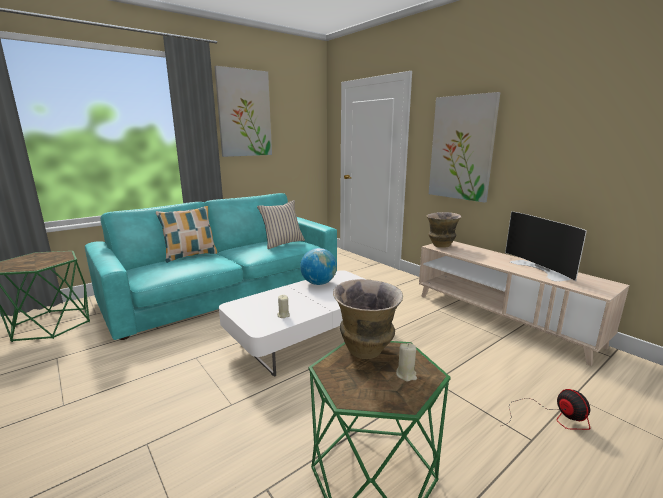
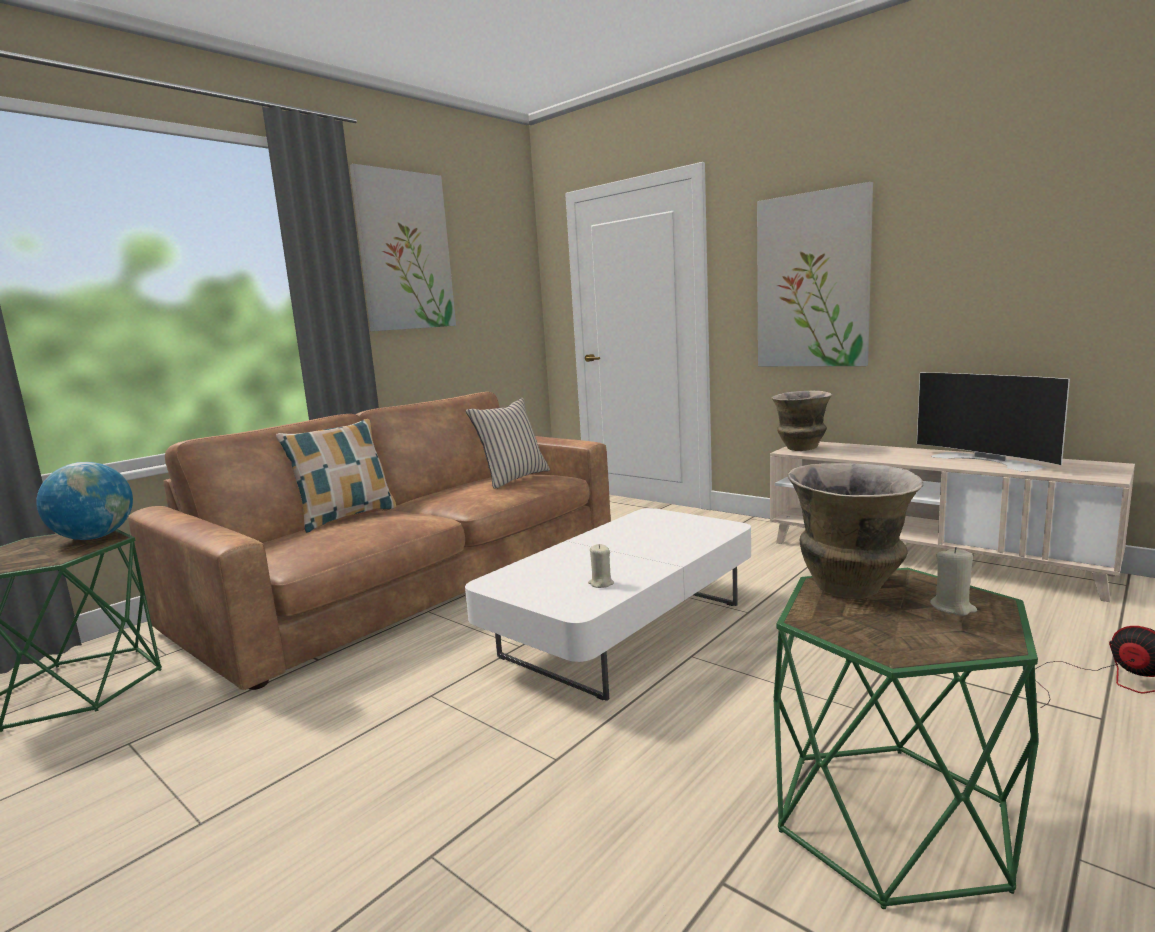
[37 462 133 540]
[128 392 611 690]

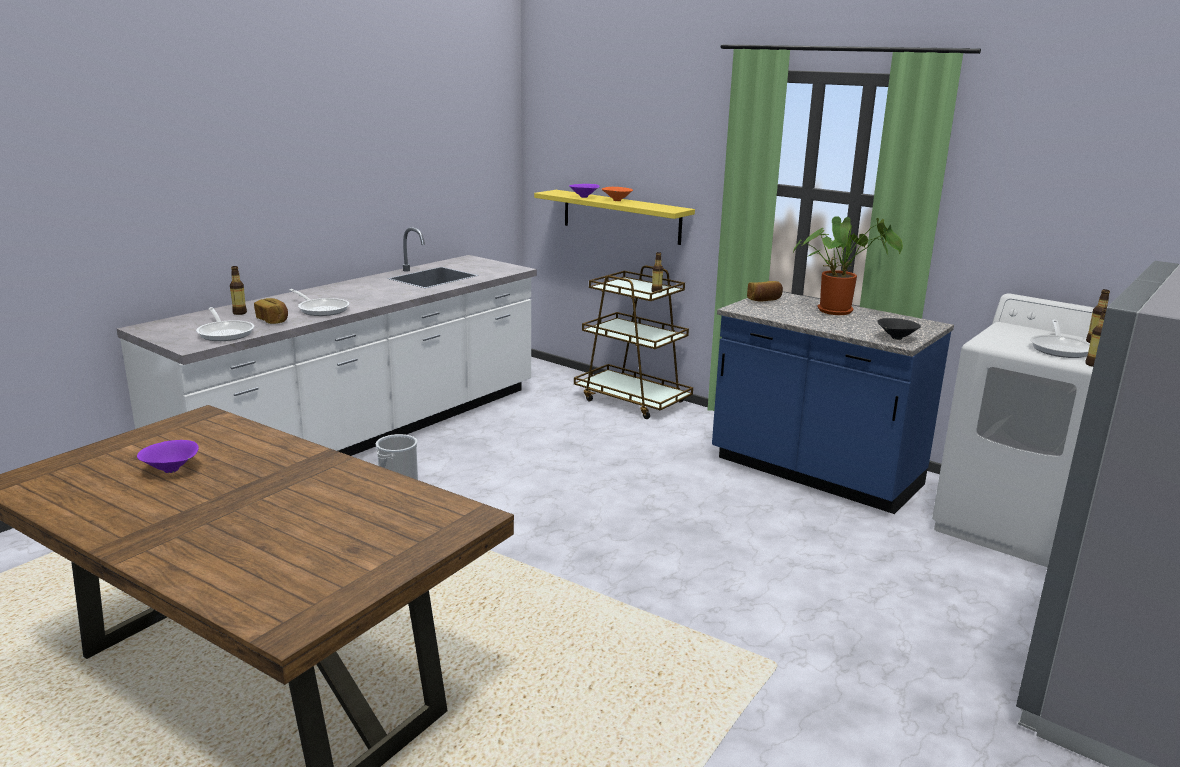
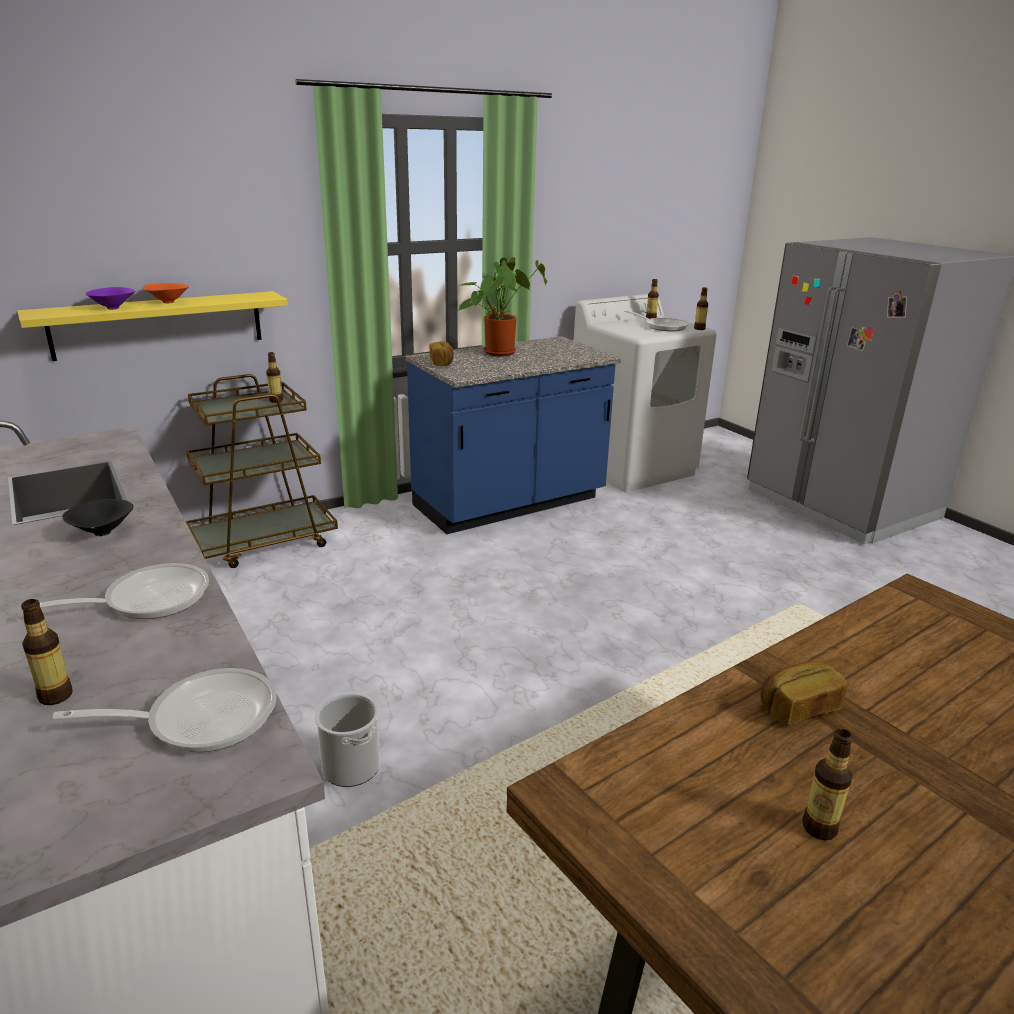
[62 499 133 536]
[760 661 847 726]
[803 729 853 840]

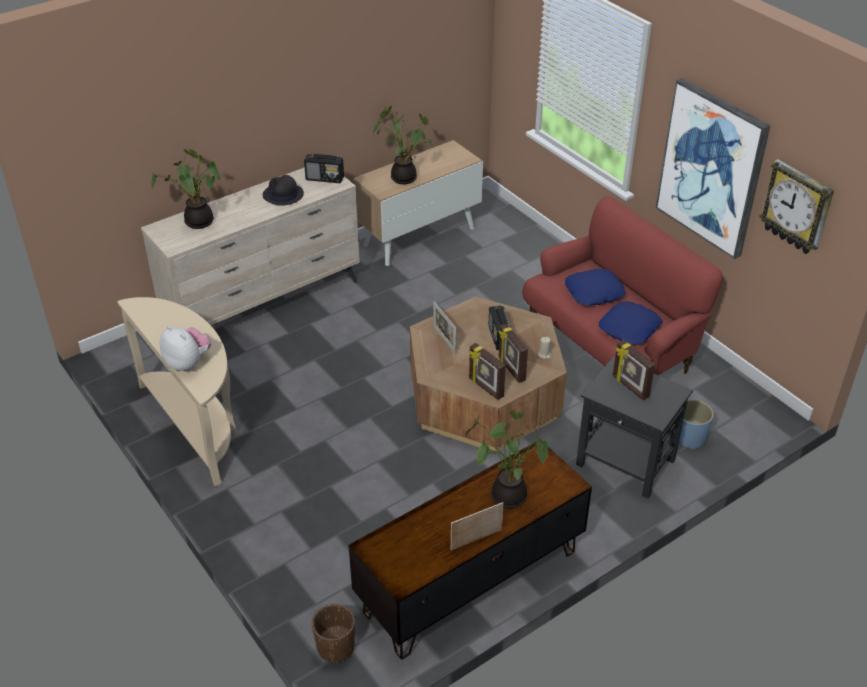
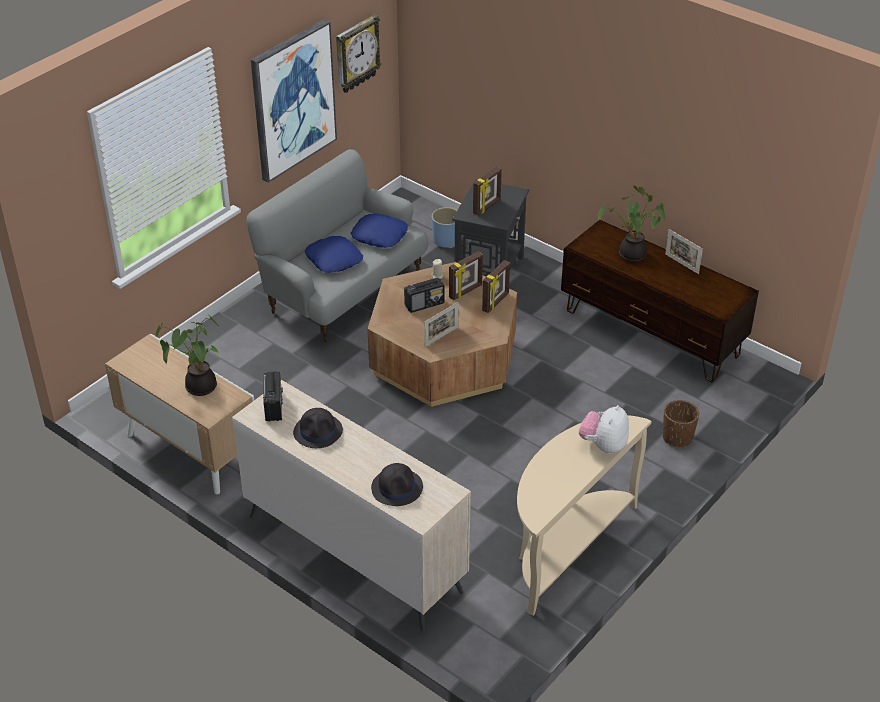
[246 149 429 343]
[371 463 423 506]
[663 400 699 447]

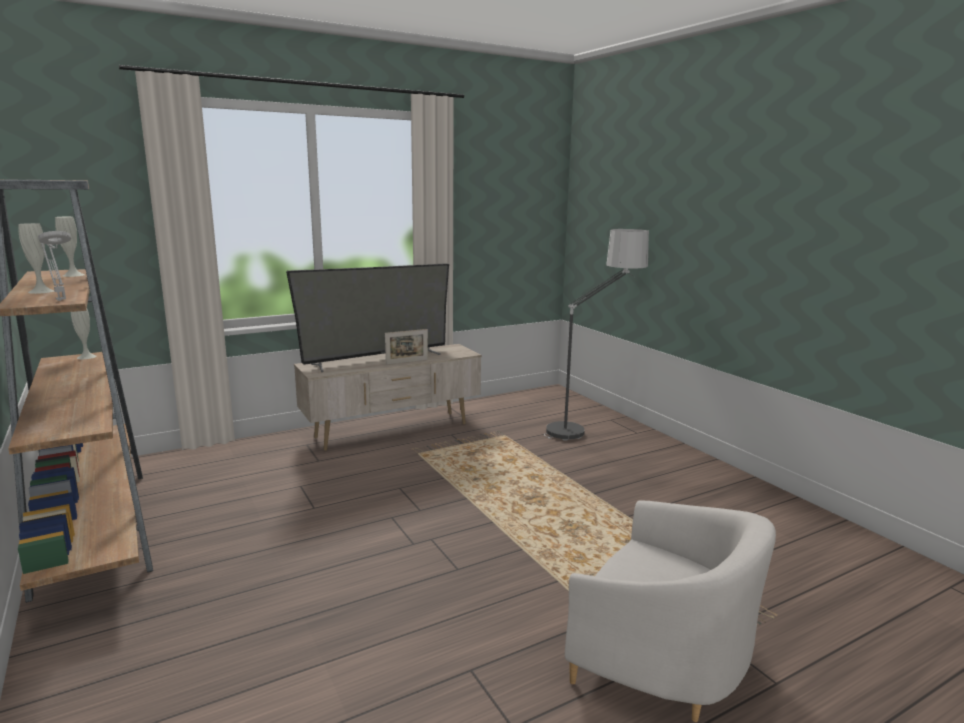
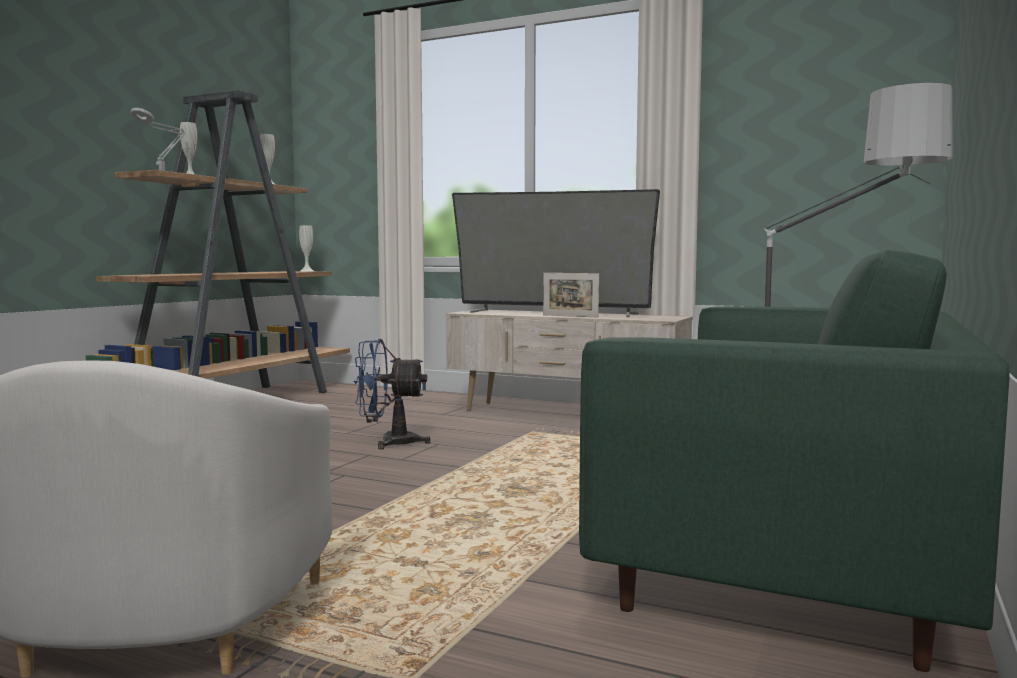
[354 339 431 450]
[579 250 1010 672]

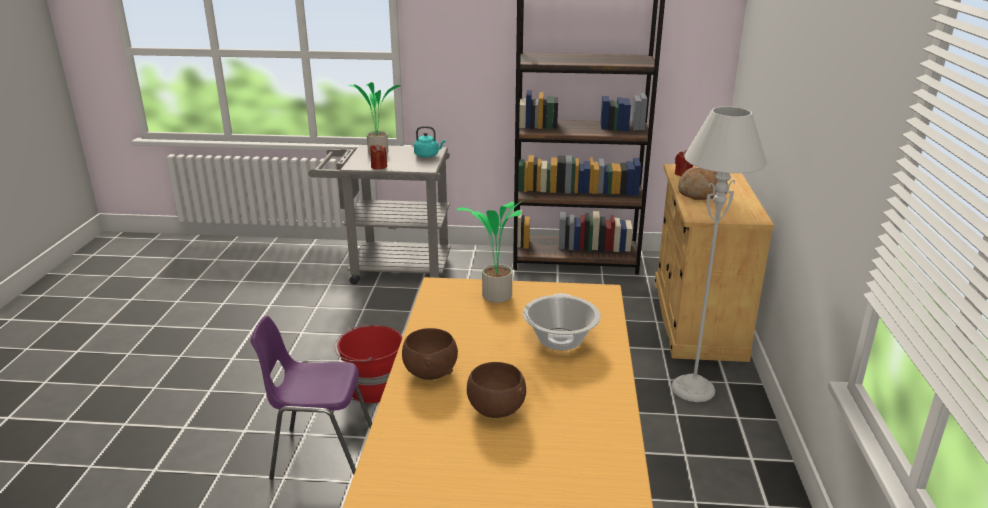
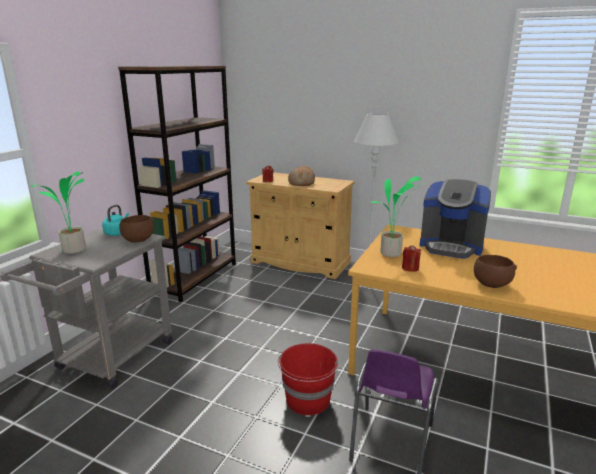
[119 215 154 242]
[402 245 421 272]
[420 179 491 259]

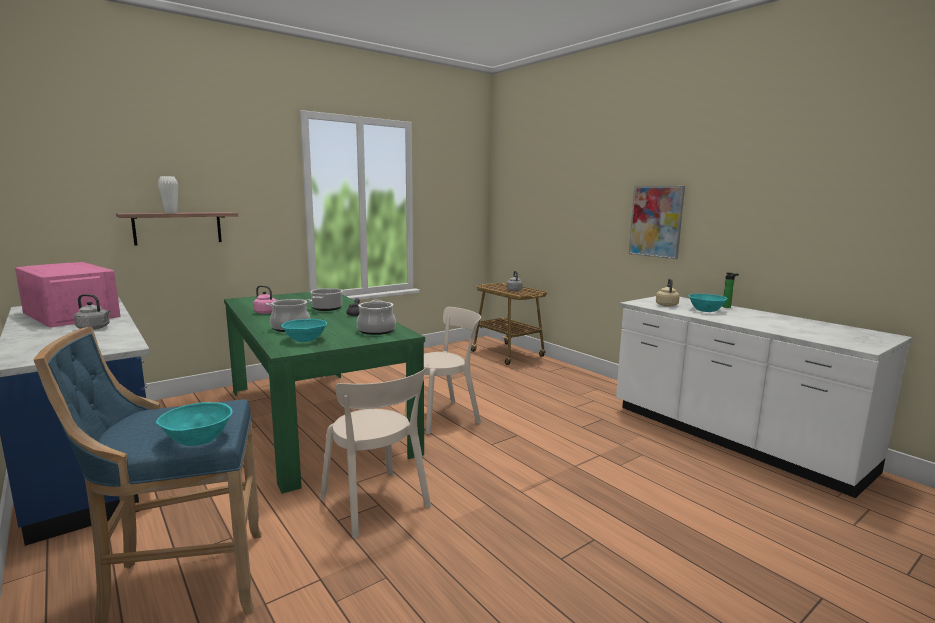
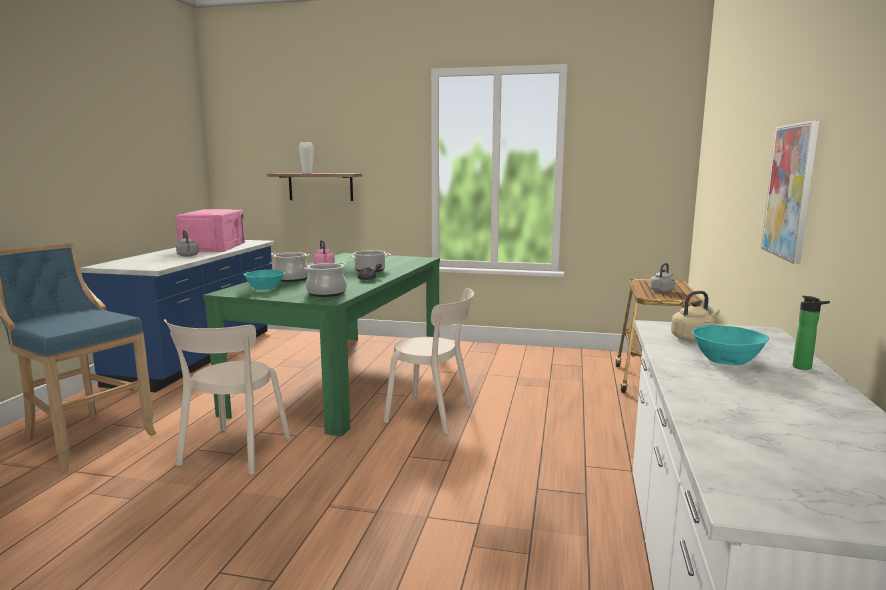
[156 402 233 446] (first image)

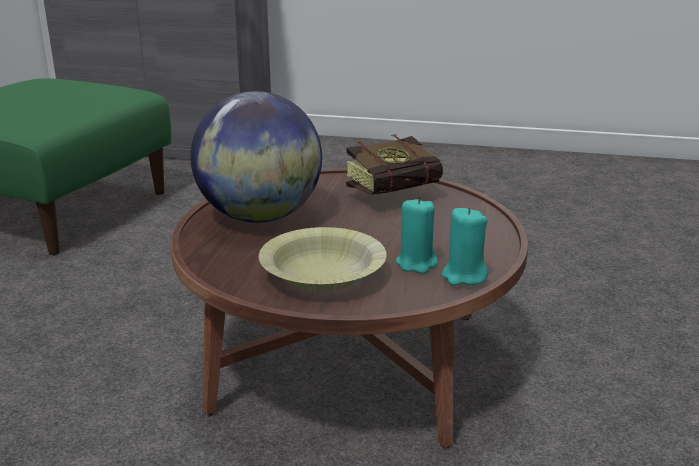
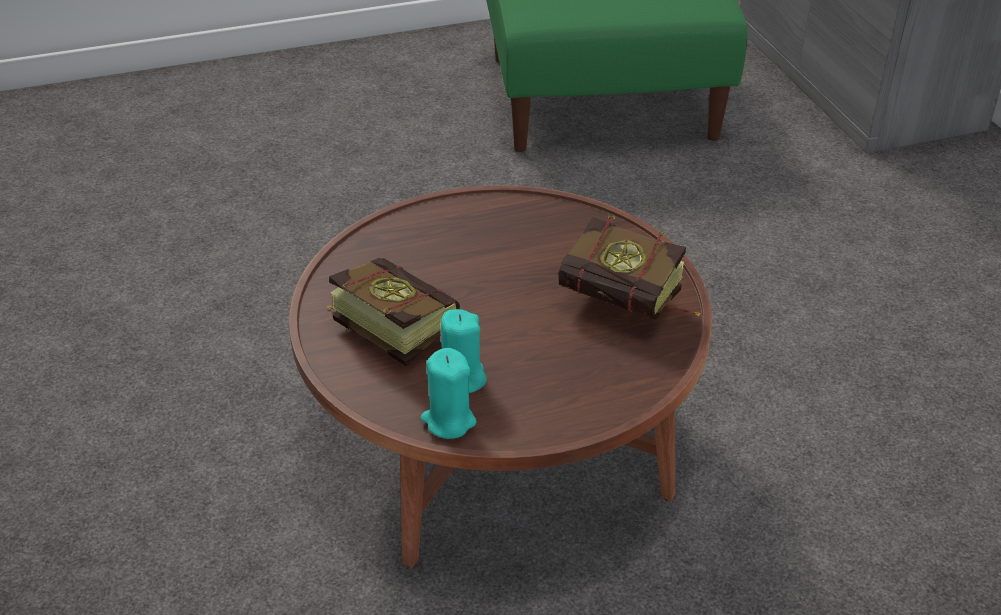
[327 258 460 367]
[190 91 322 223] (first image)

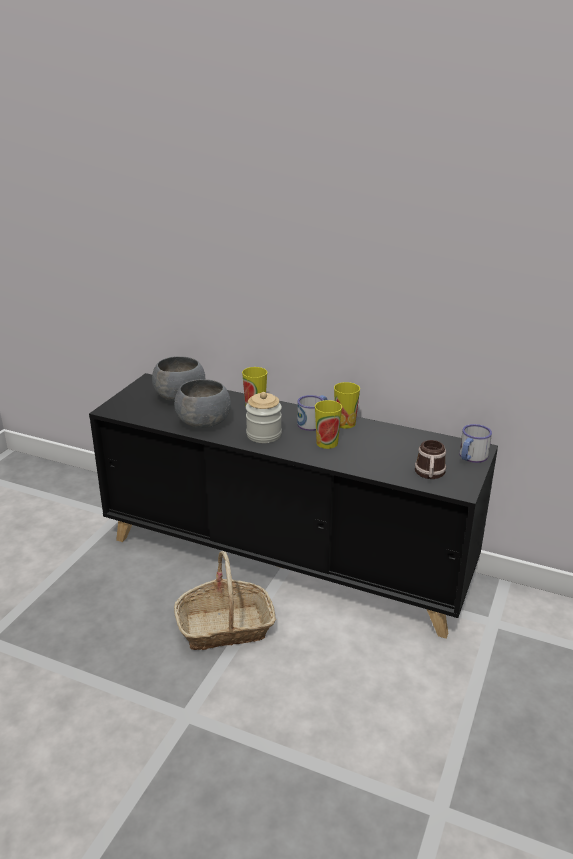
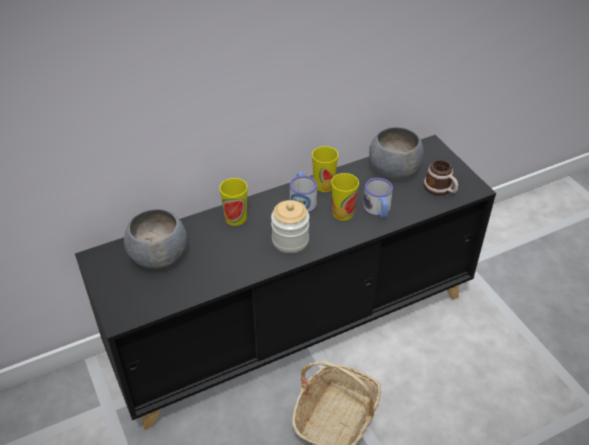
[363 178 393 218]
[369 127 424 178]

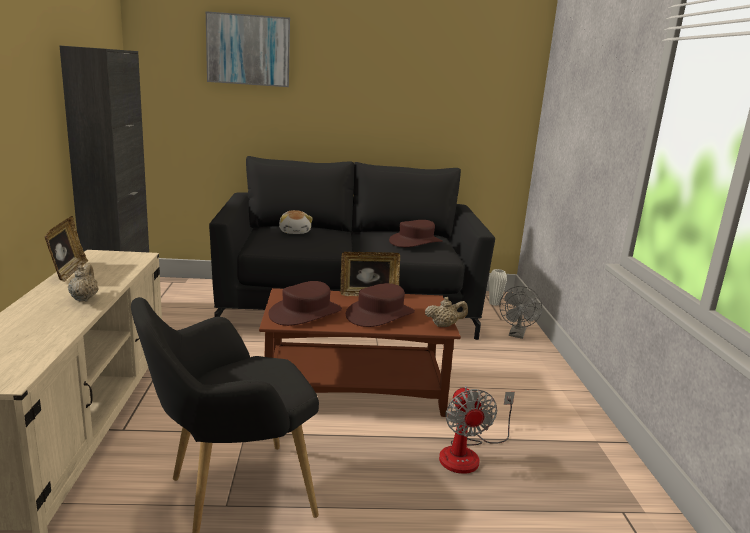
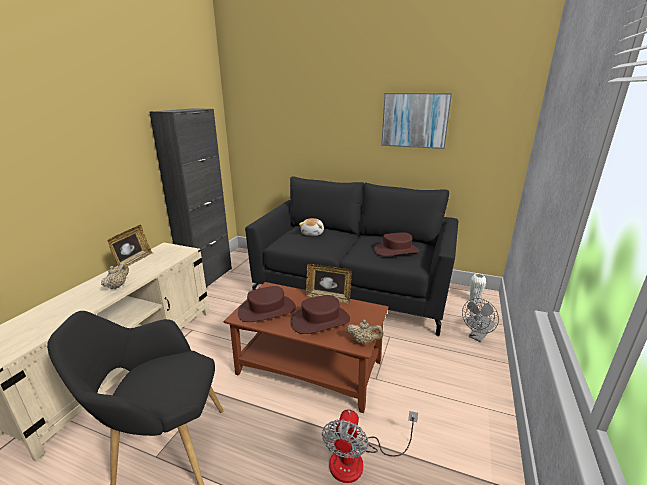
[381 93 452 149]

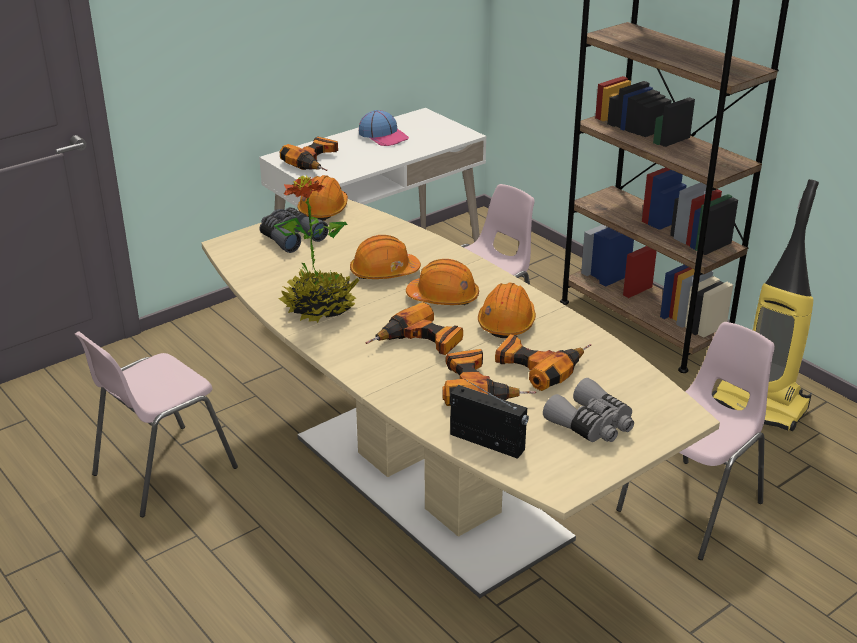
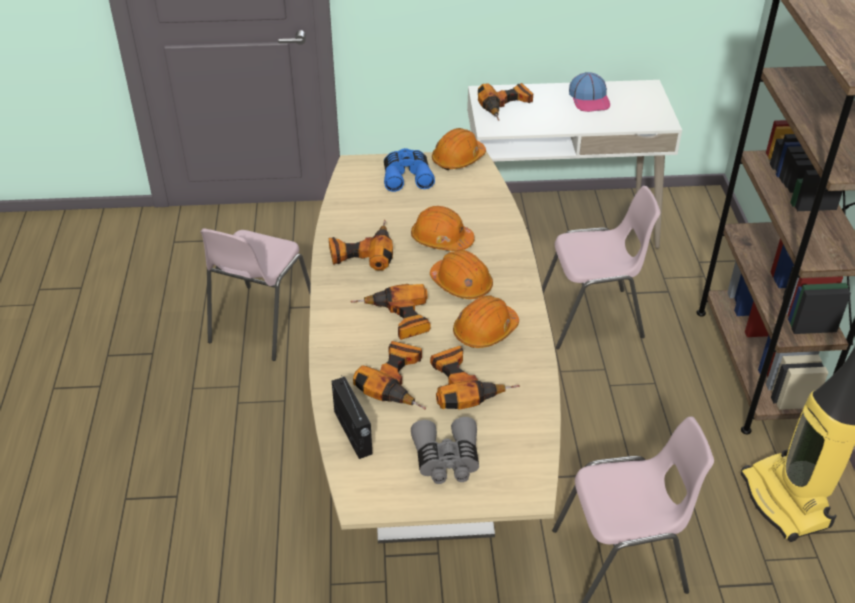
[200 228 311 361]
[329 220 393 271]
[384 148 435 192]

